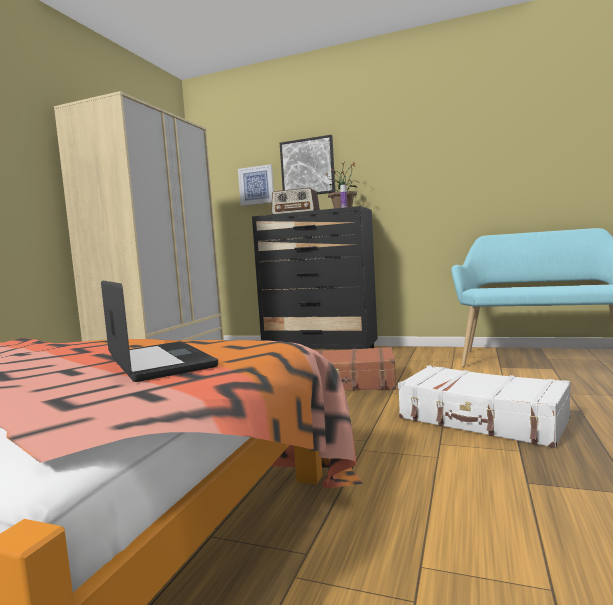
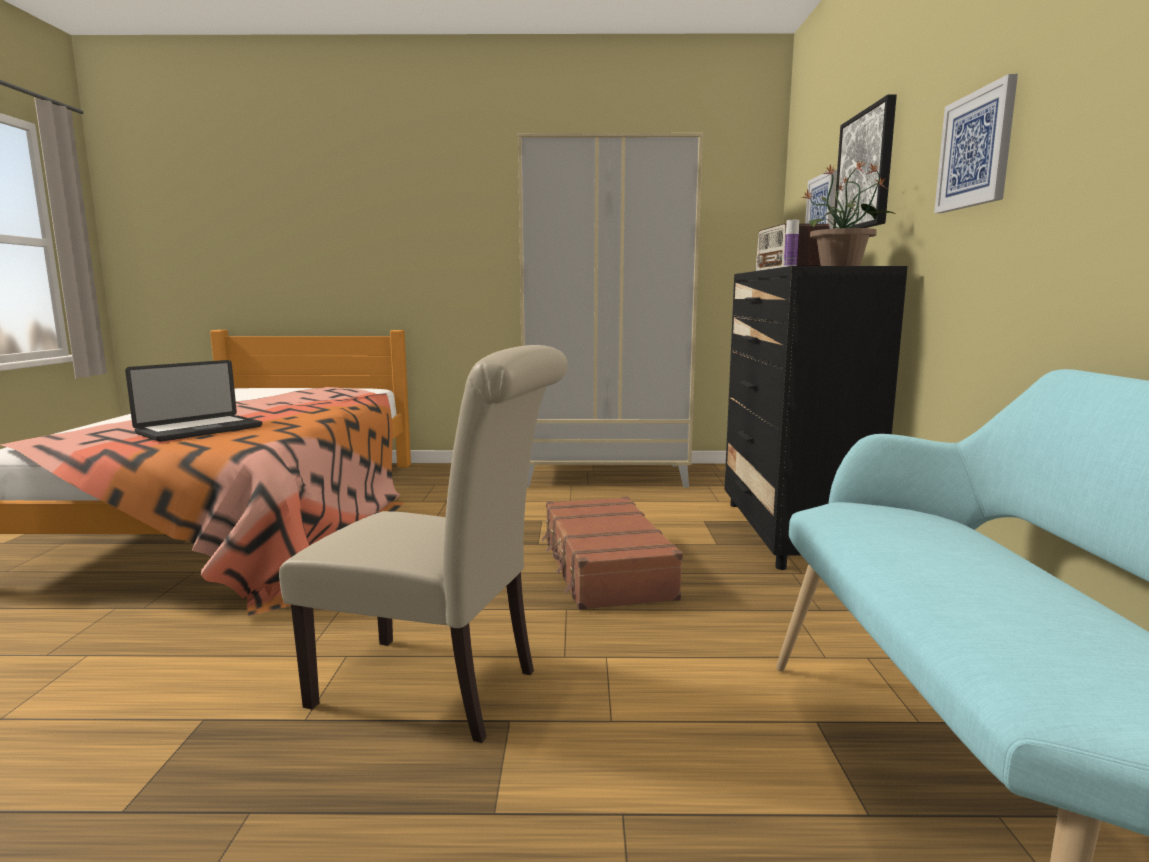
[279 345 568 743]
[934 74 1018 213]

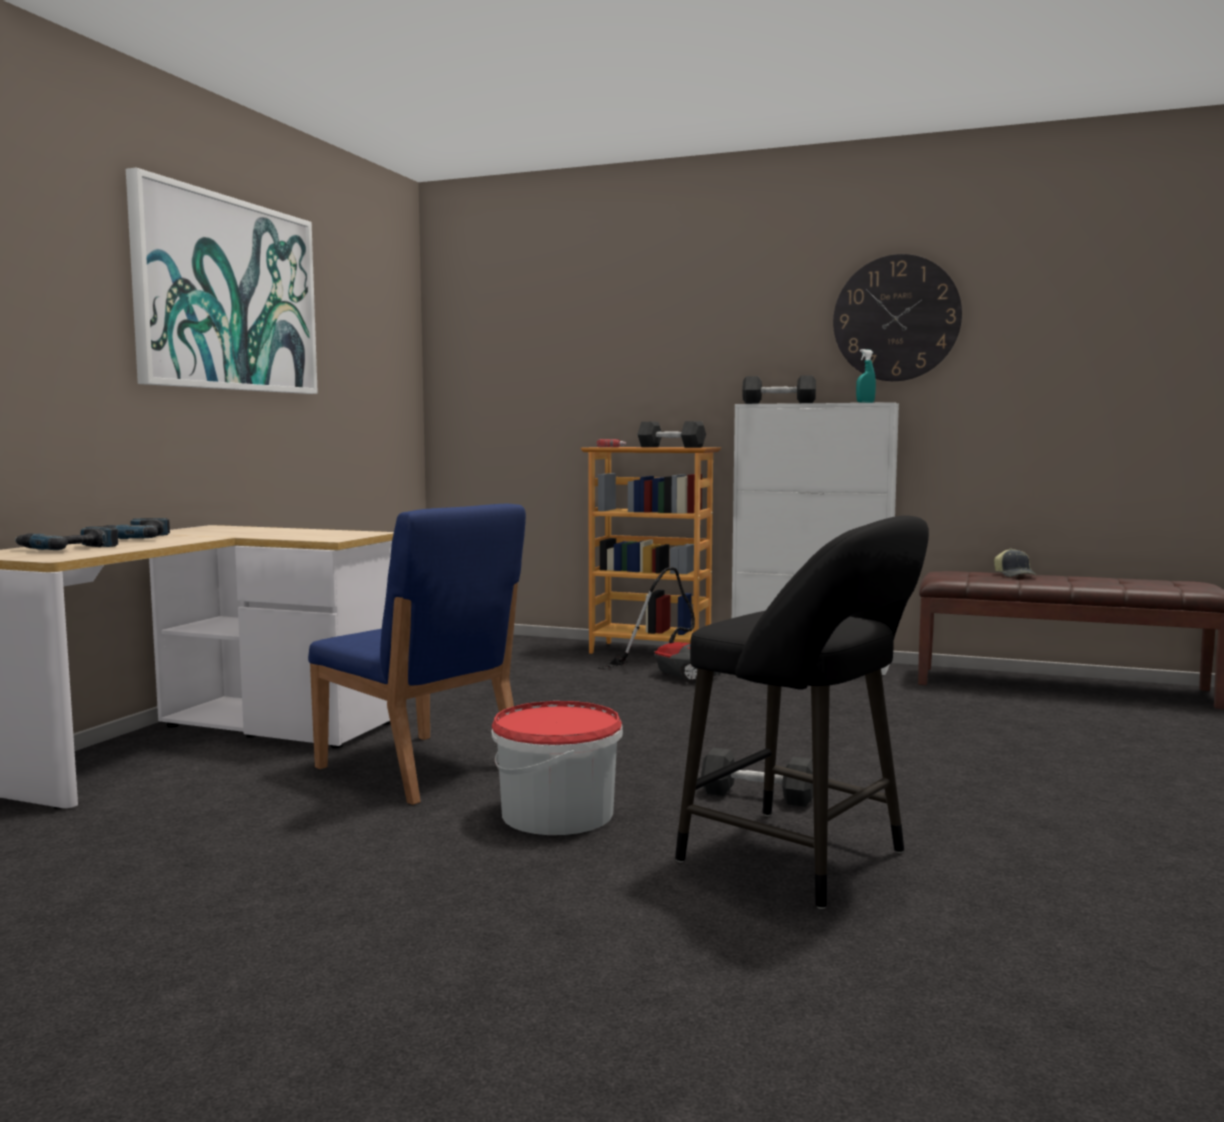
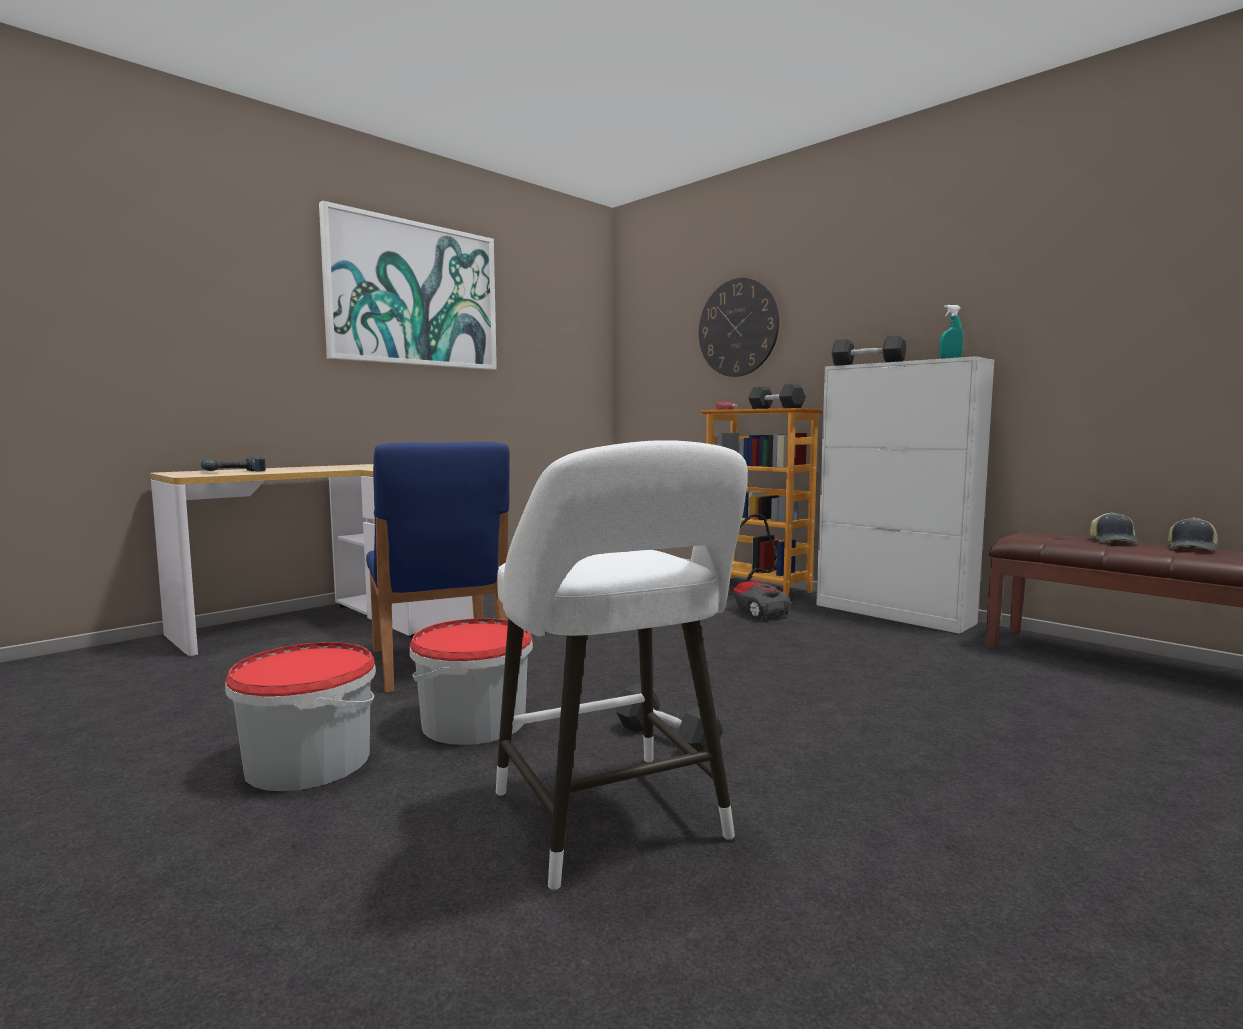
[225 642 376 791]
[496 440 748 891]
[699 278 779 377]
[1168 517 1218 551]
[103 518 170 539] (first image)

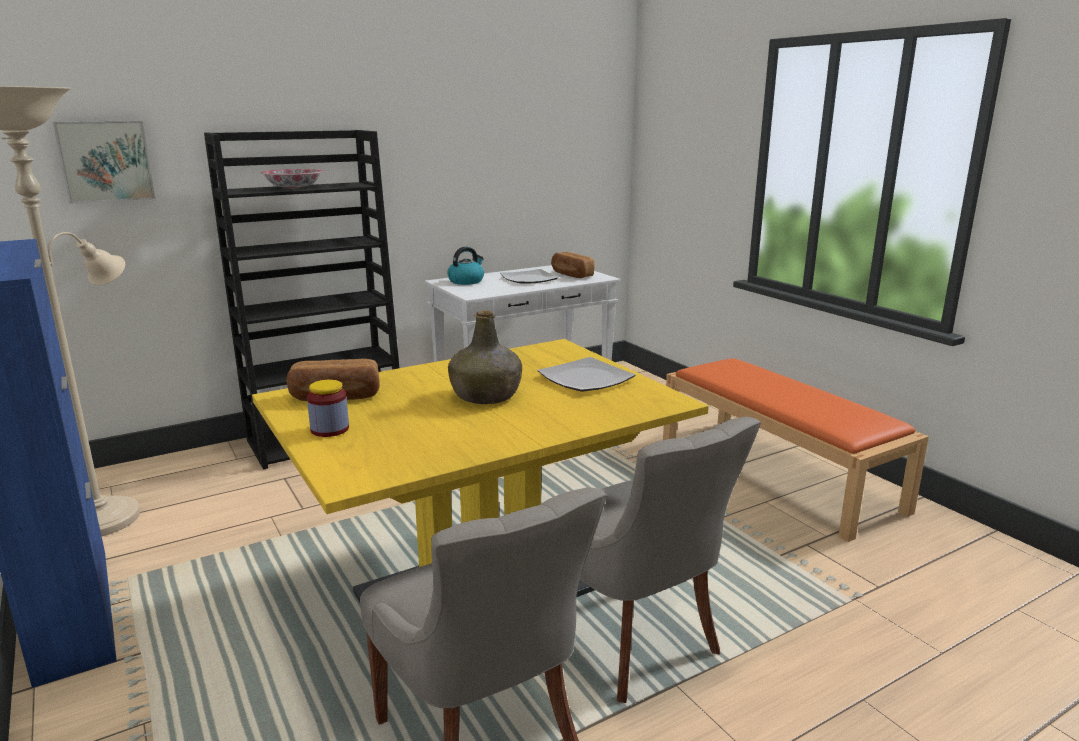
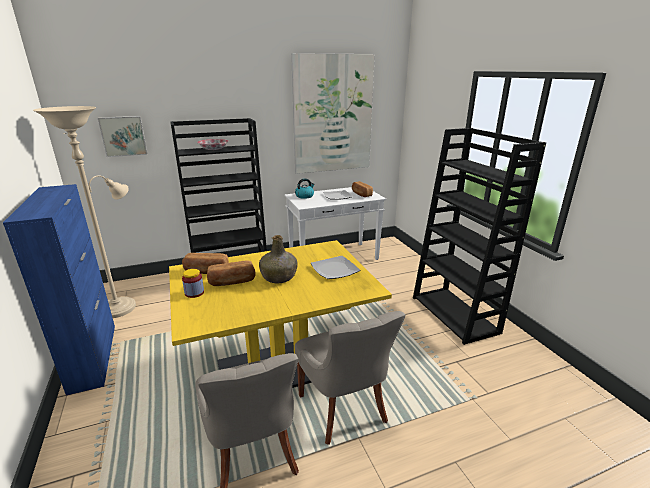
[207 260 256 286]
[291 53 375 174]
[413 128 546 345]

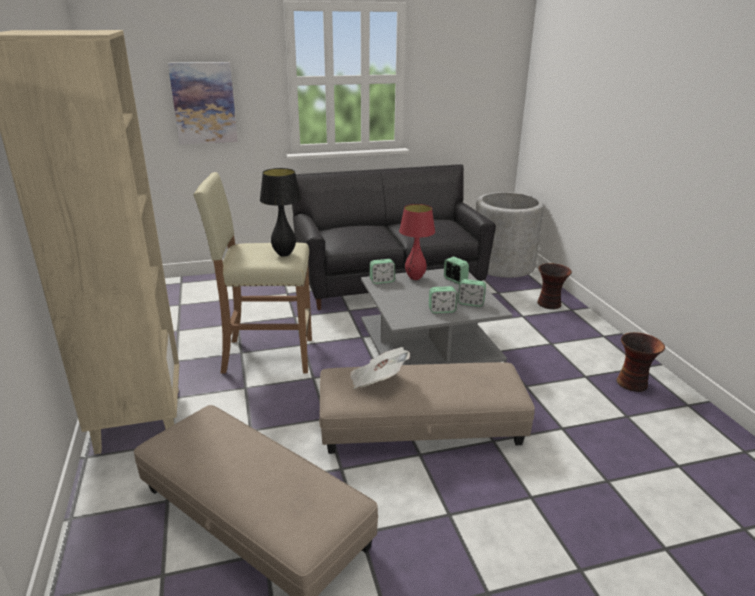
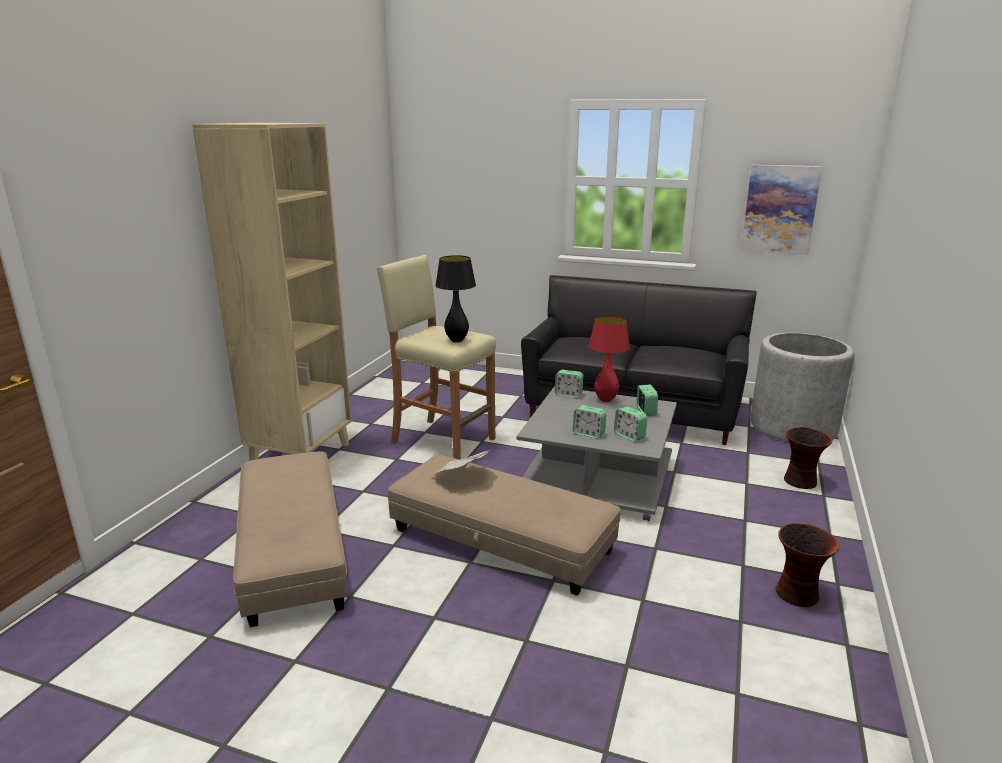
[741 165 822 255]

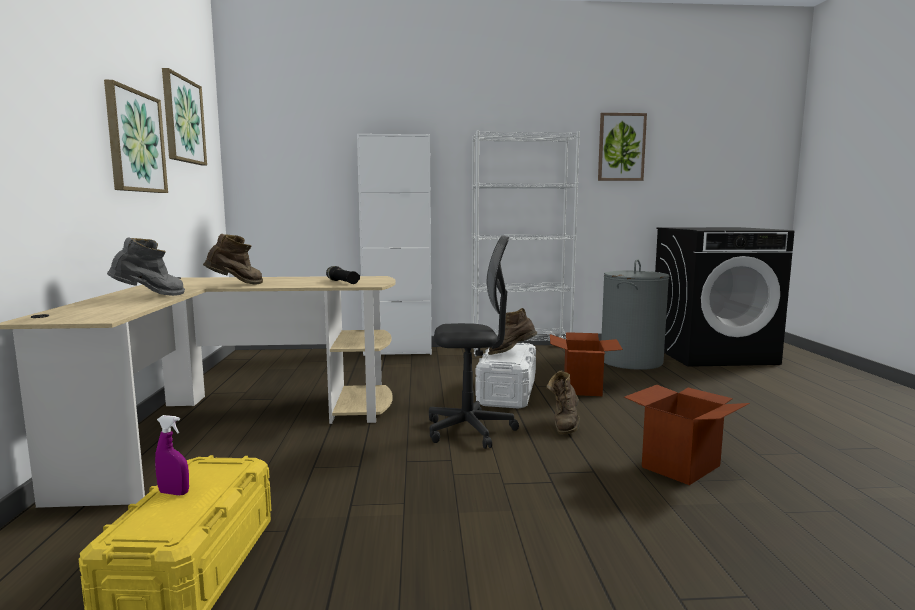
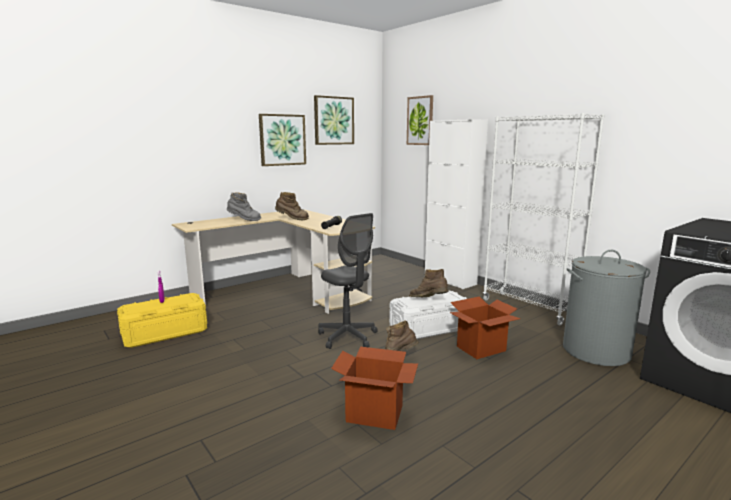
[407 95 433 145]

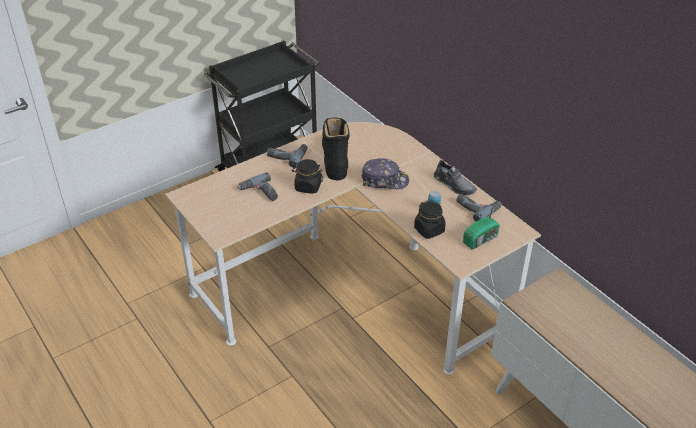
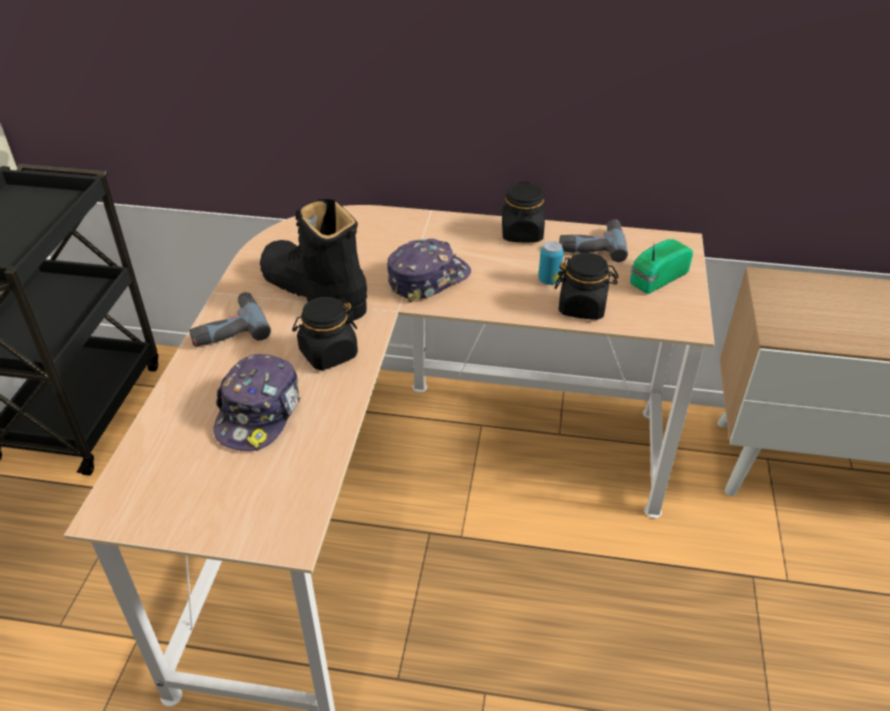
[214 354 301 451]
[502 182 545 242]
[630 239 693 294]

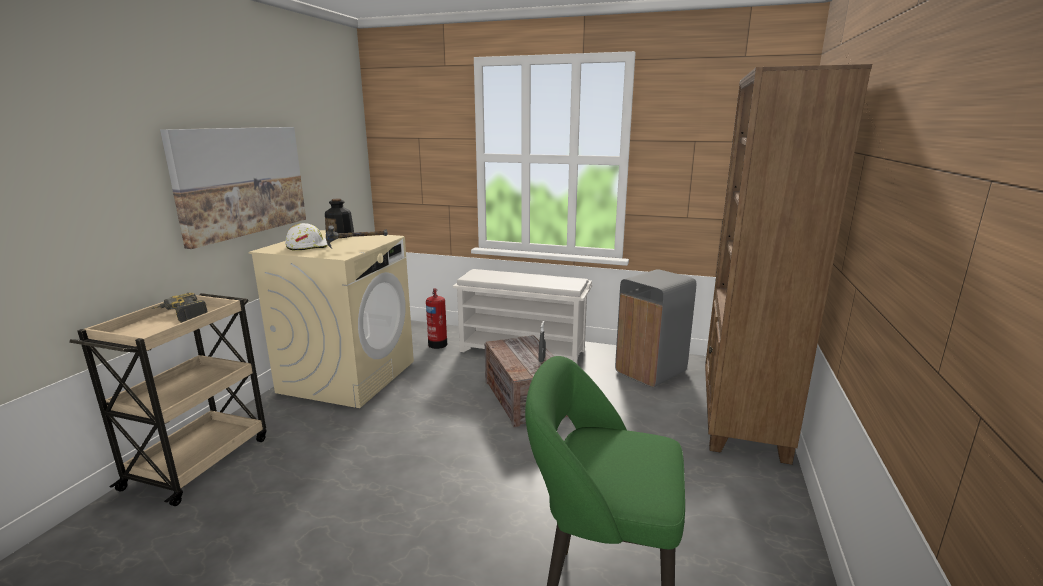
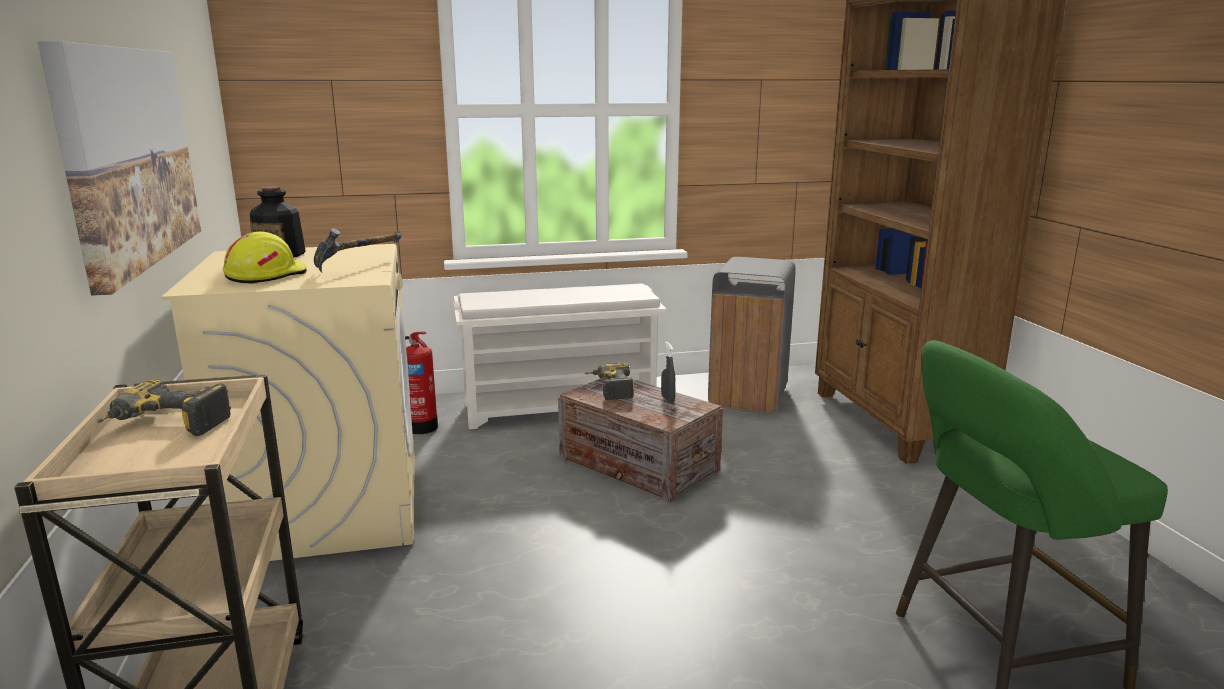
[223 232 307 284]
[585 363 634 400]

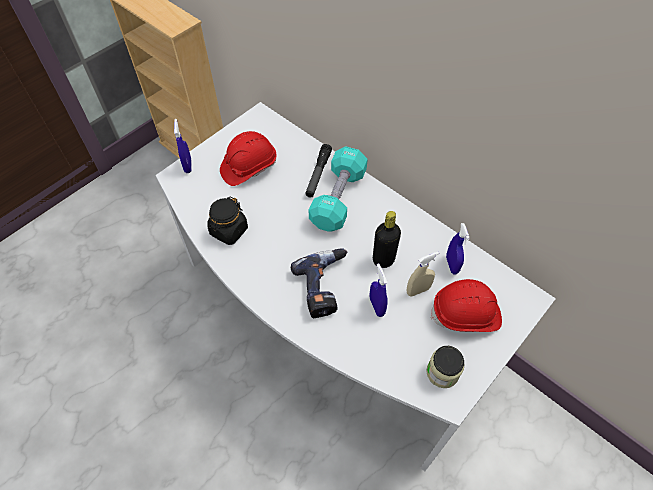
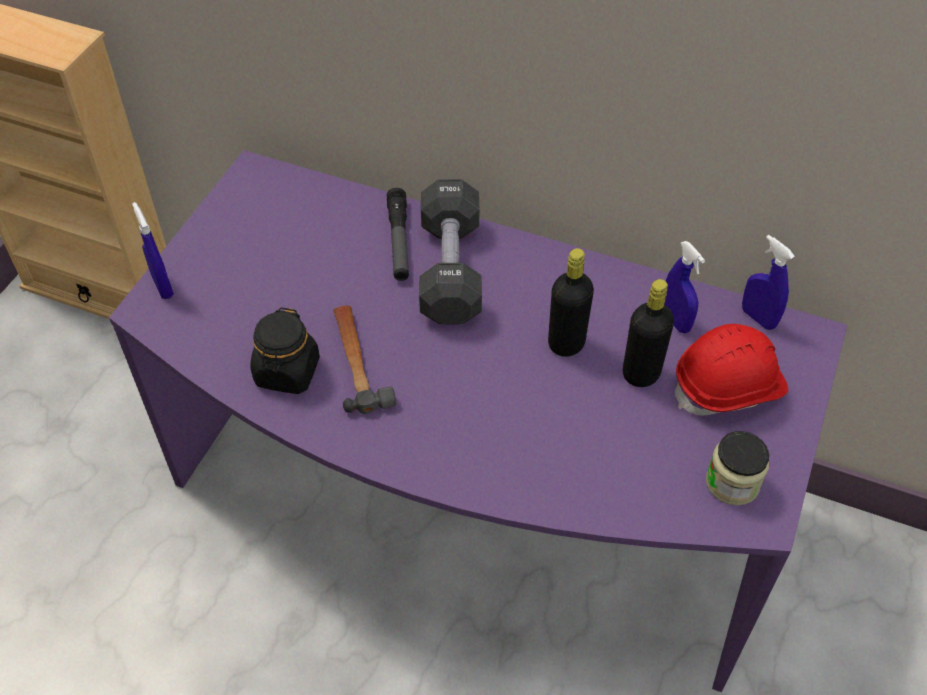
[109 150 847 692]
[334 306 396 414]
[419 179 482 324]
[623 279 674 387]
[742 235 795 330]
[220 131 276 186] (first image)
[291 249 347 318] (first image)

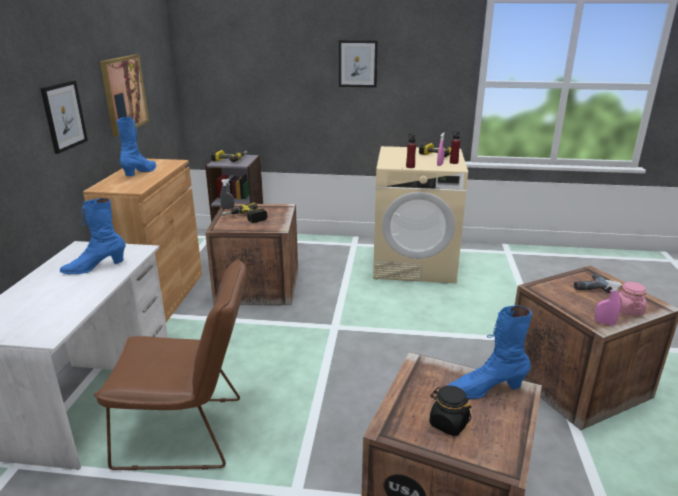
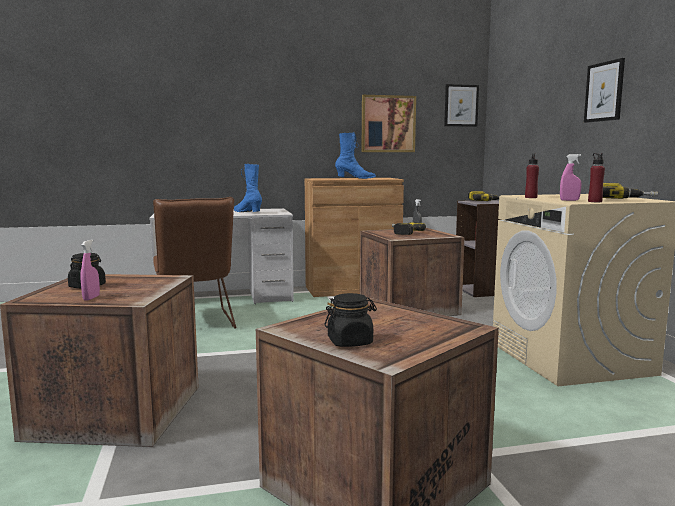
[80 240 100 300]
[324 293 377 347]
[444 84 479 127]
[447 305 532 399] (first image)
[574 273 612 293] (first image)

